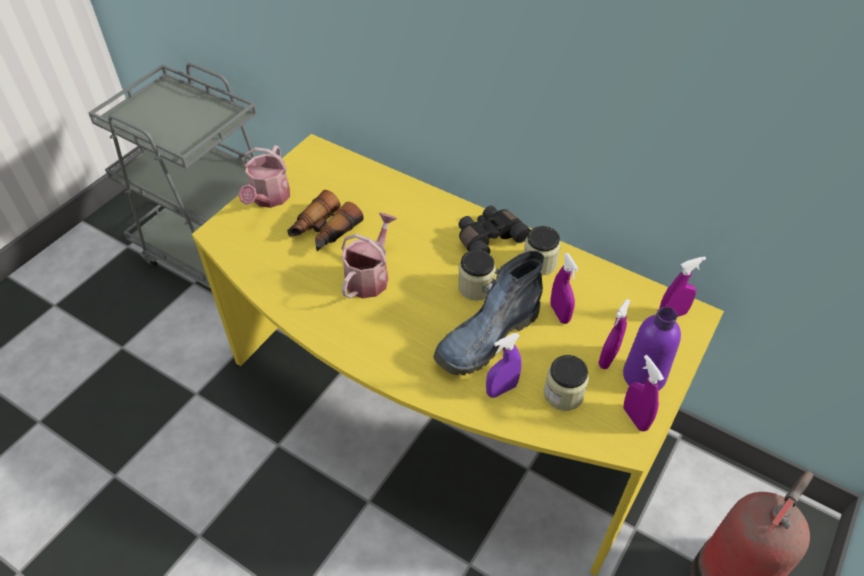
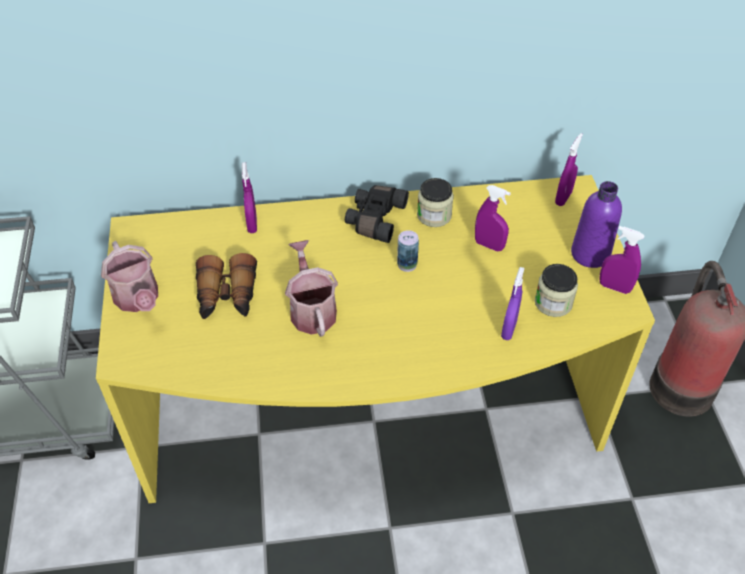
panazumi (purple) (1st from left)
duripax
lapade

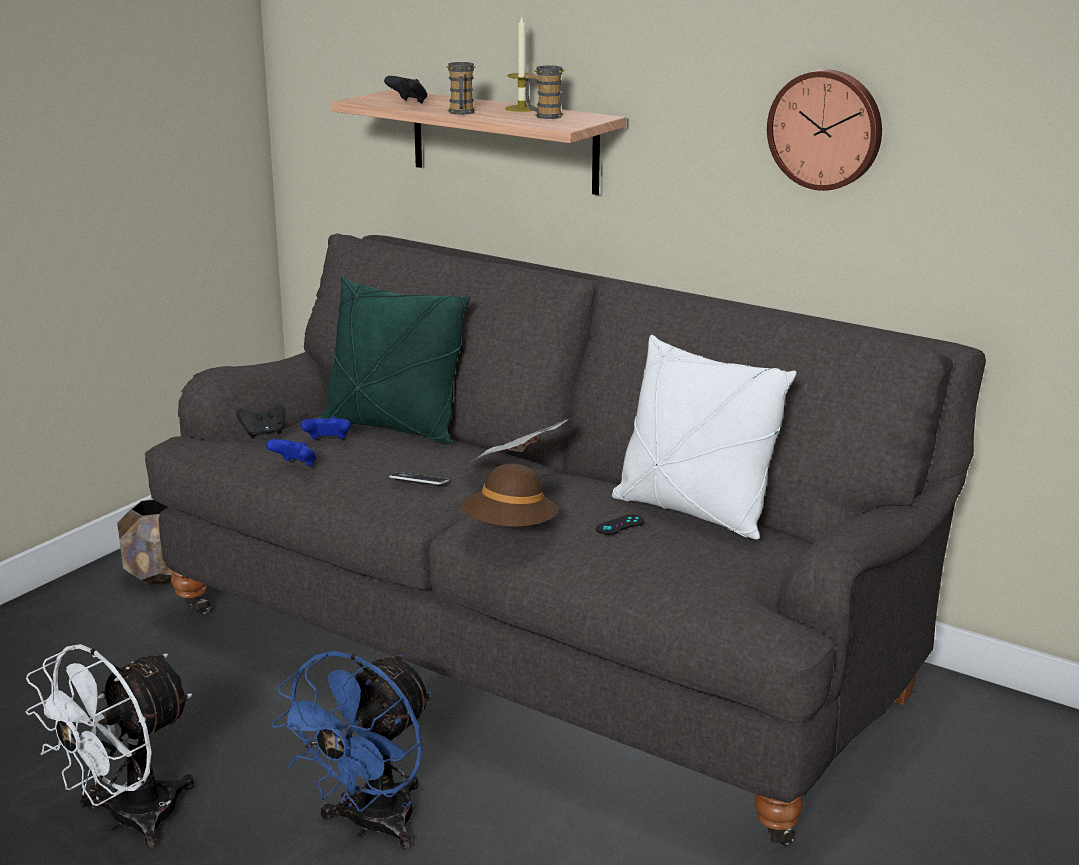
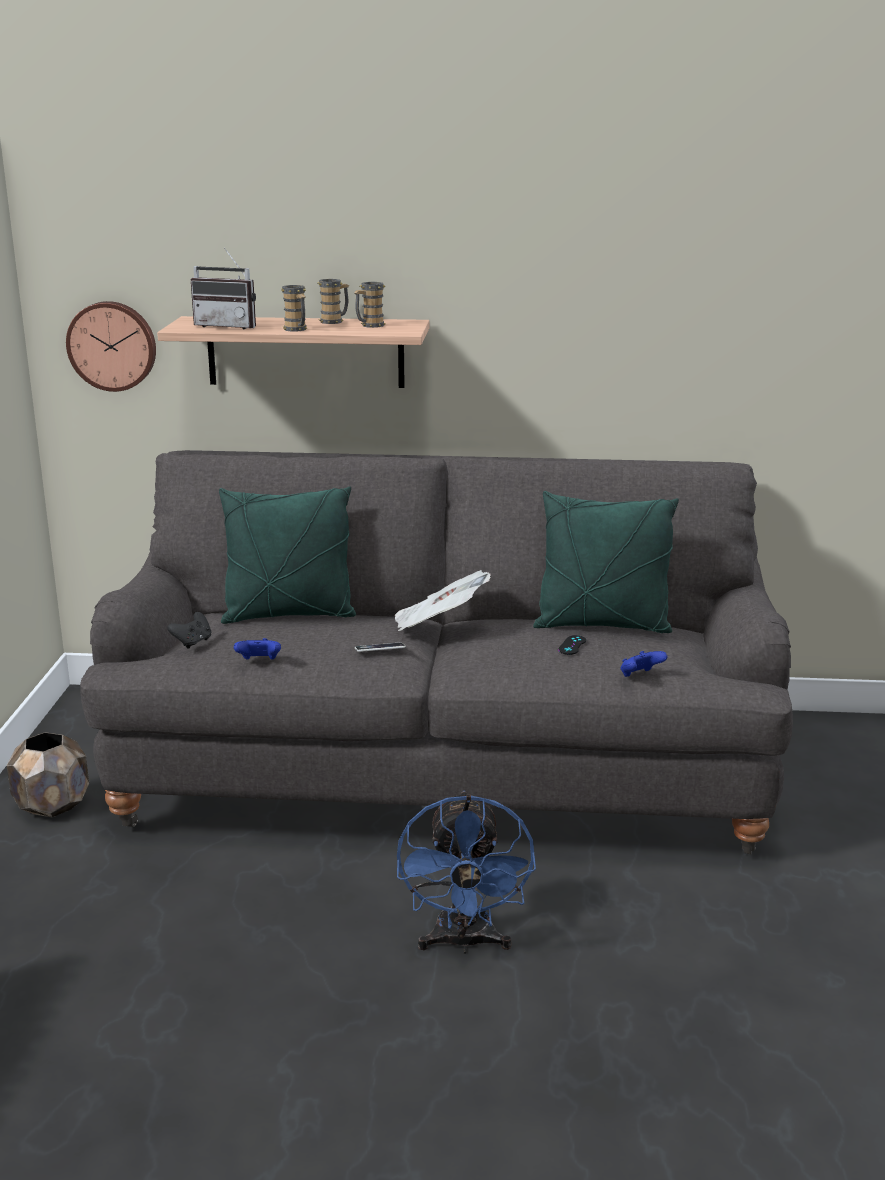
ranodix
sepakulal
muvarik (2nd from left)
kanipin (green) (2nd from left)
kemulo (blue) (2nd from left)
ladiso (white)
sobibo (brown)

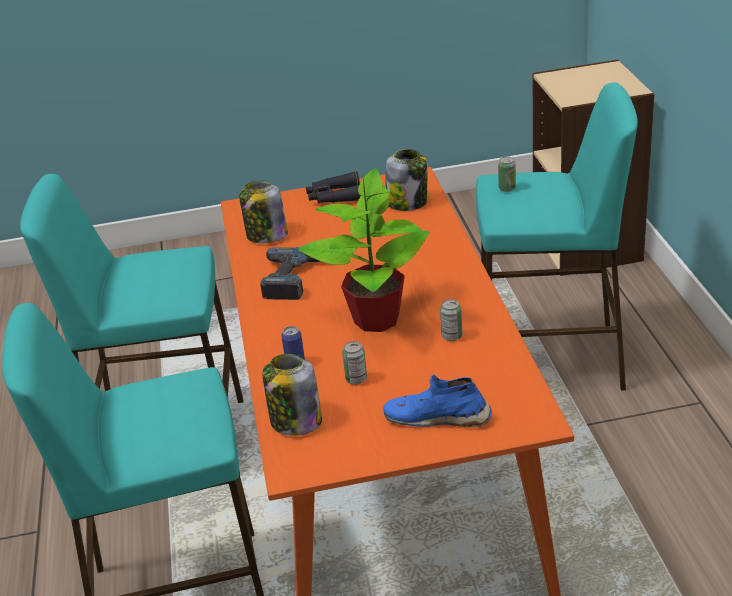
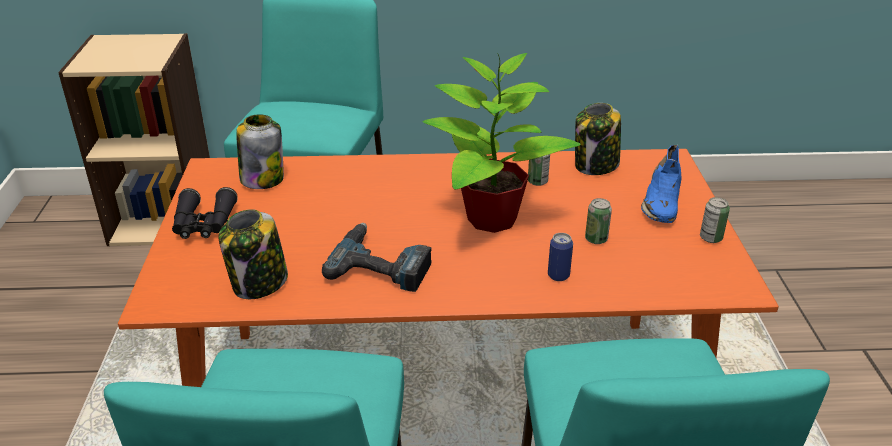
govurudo (3rd from left)
duripax (4th from left)

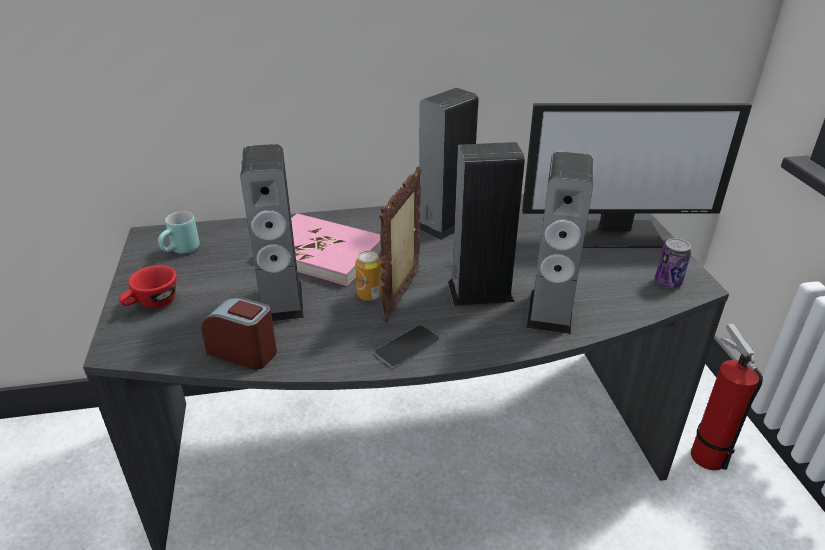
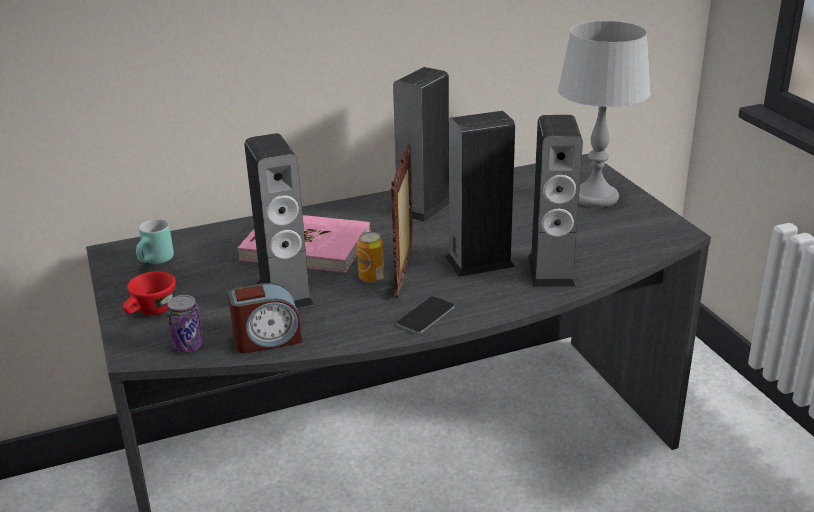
duripax (1st from left)
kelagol
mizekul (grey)
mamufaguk

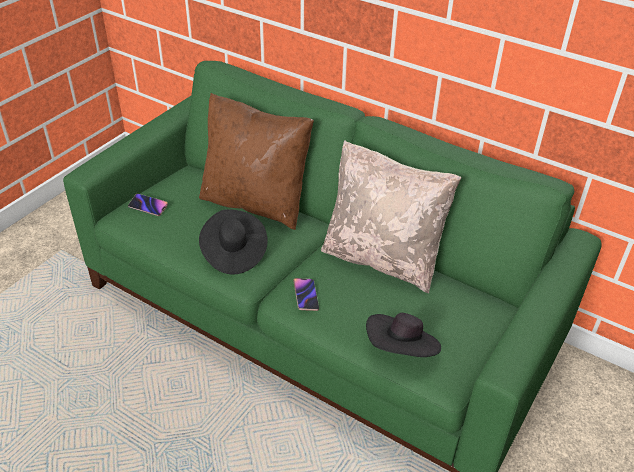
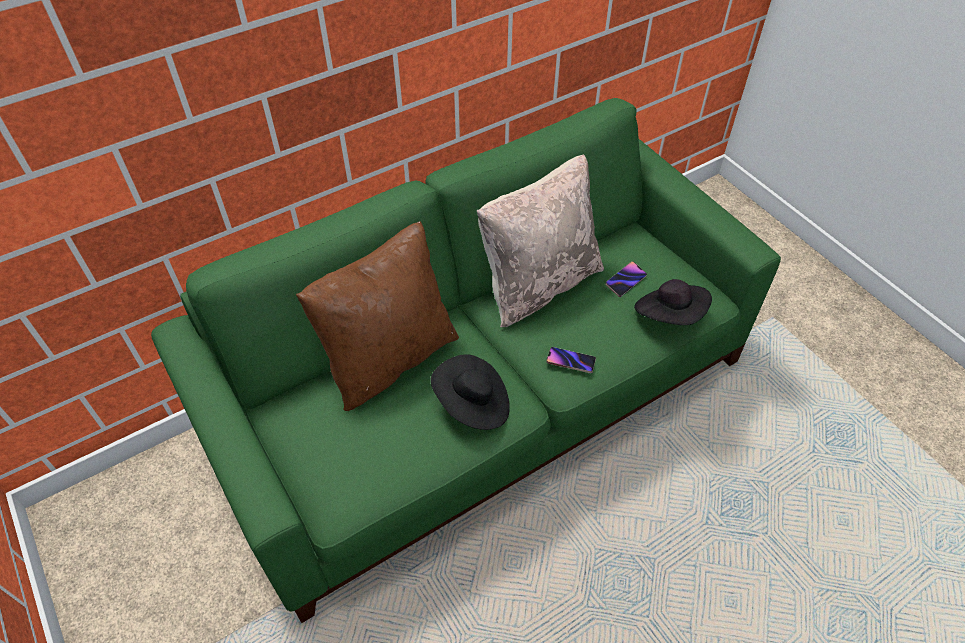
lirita (2nd from left)

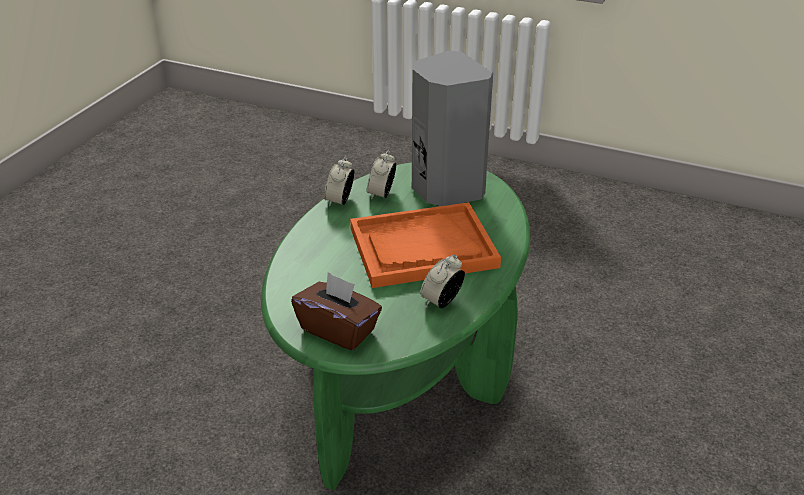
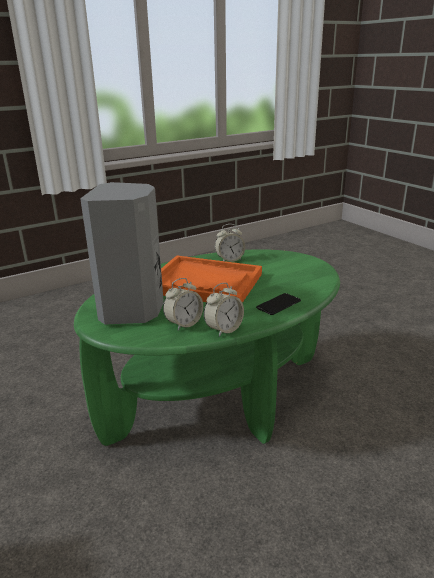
lirita
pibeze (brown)

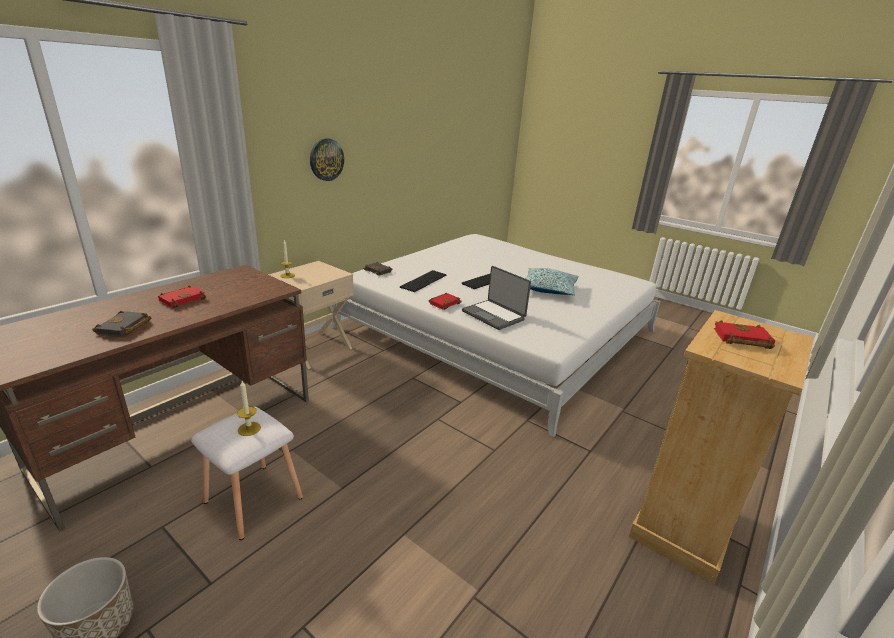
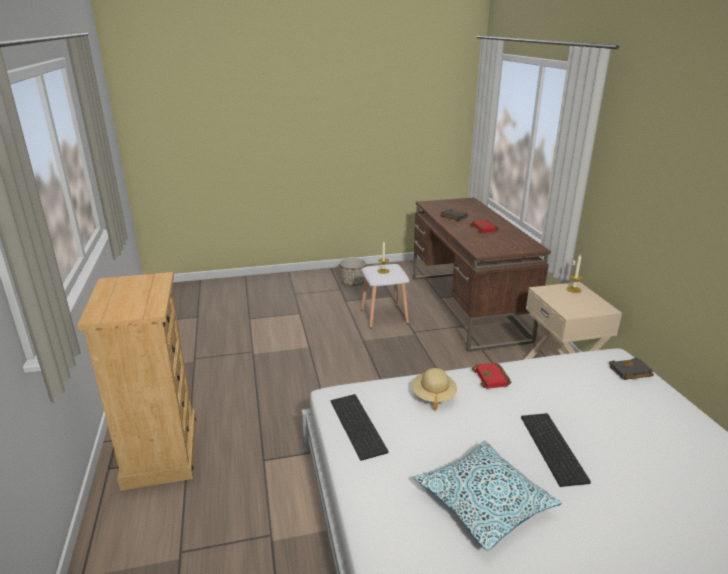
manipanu (1st from left)
sobibo (beige)
ranodix
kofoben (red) (3rd from left in the first image)

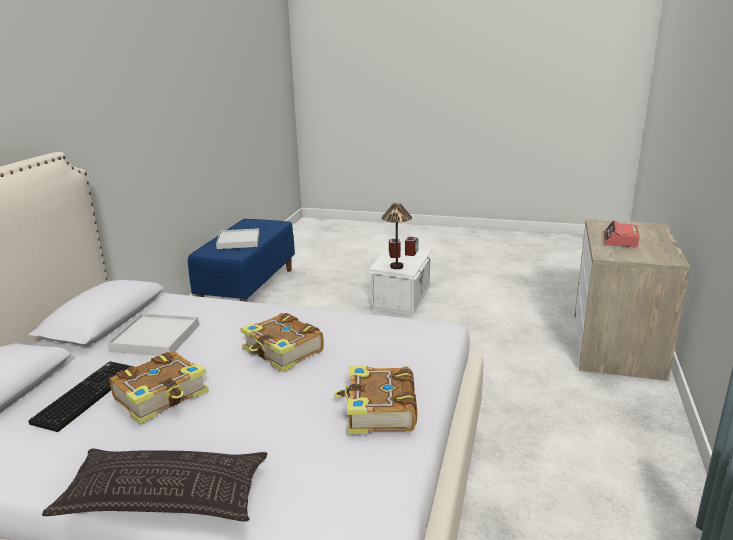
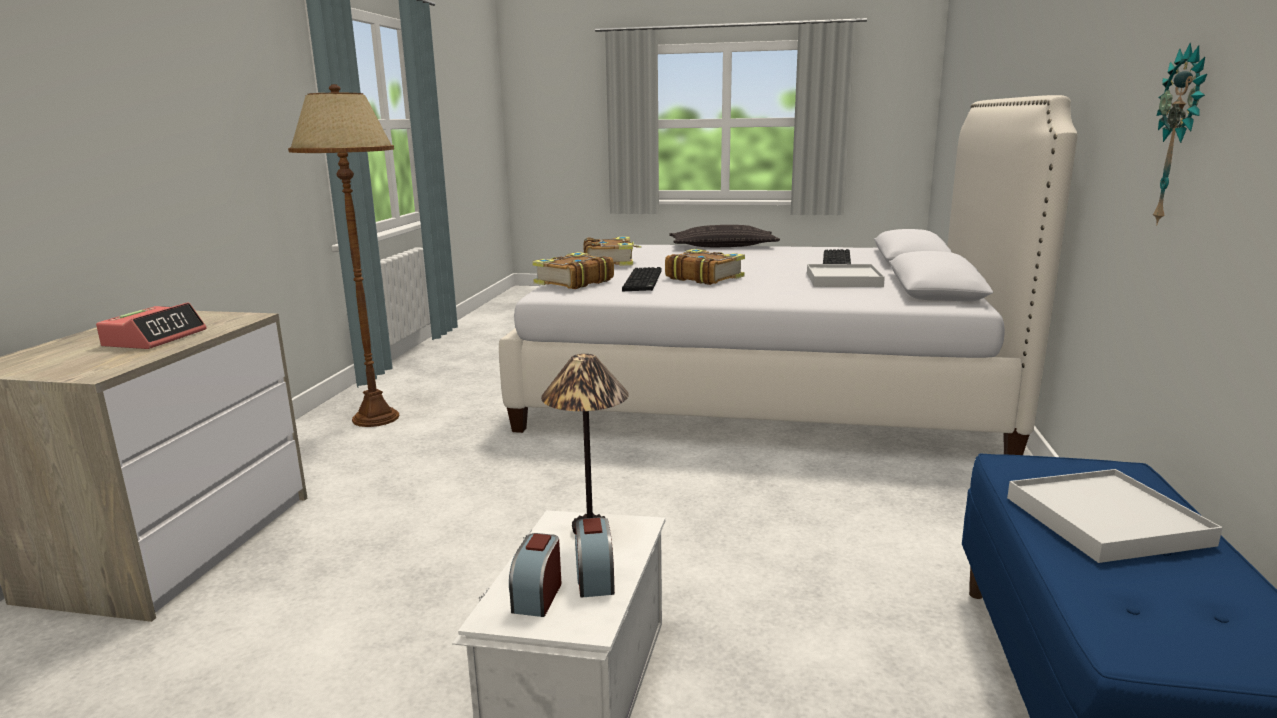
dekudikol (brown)
kofoben (1st from left)
manipanu (1st from left)
ranodix

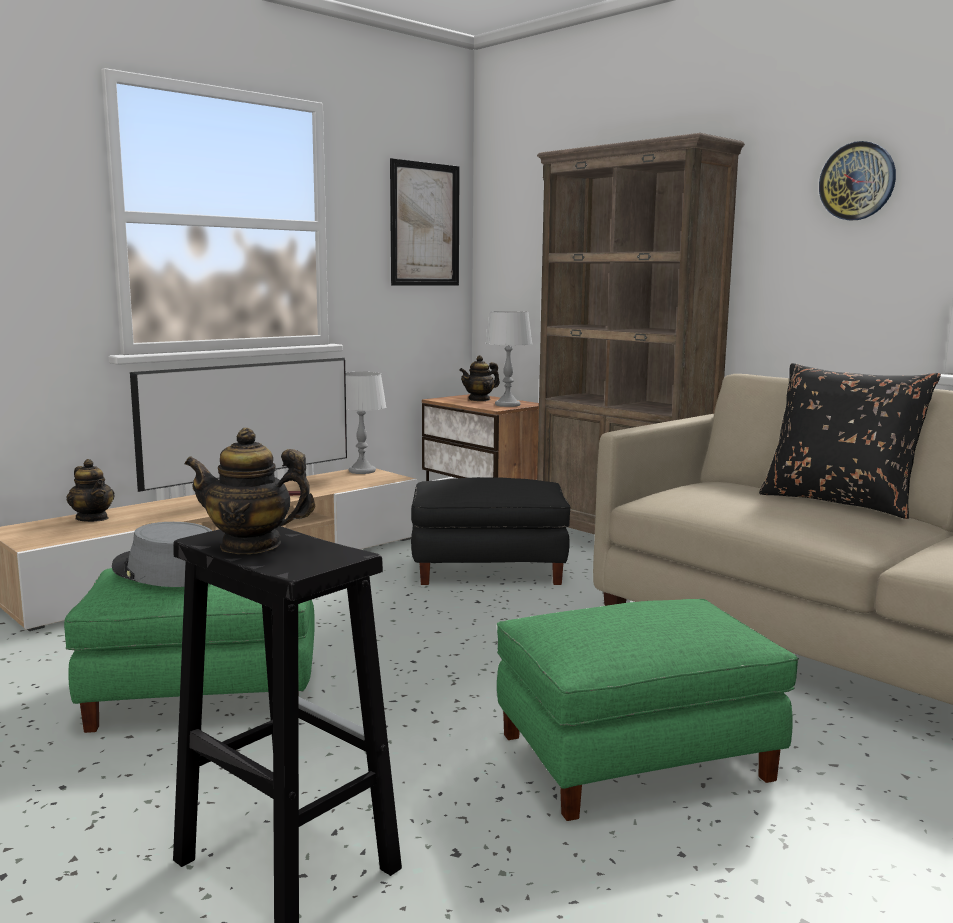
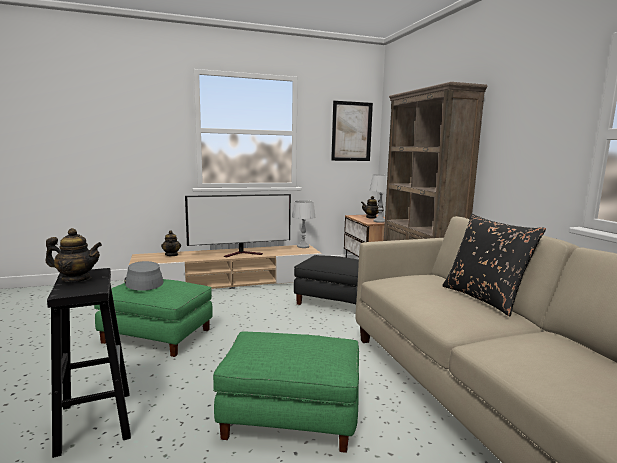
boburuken (1st from left)
ranodix

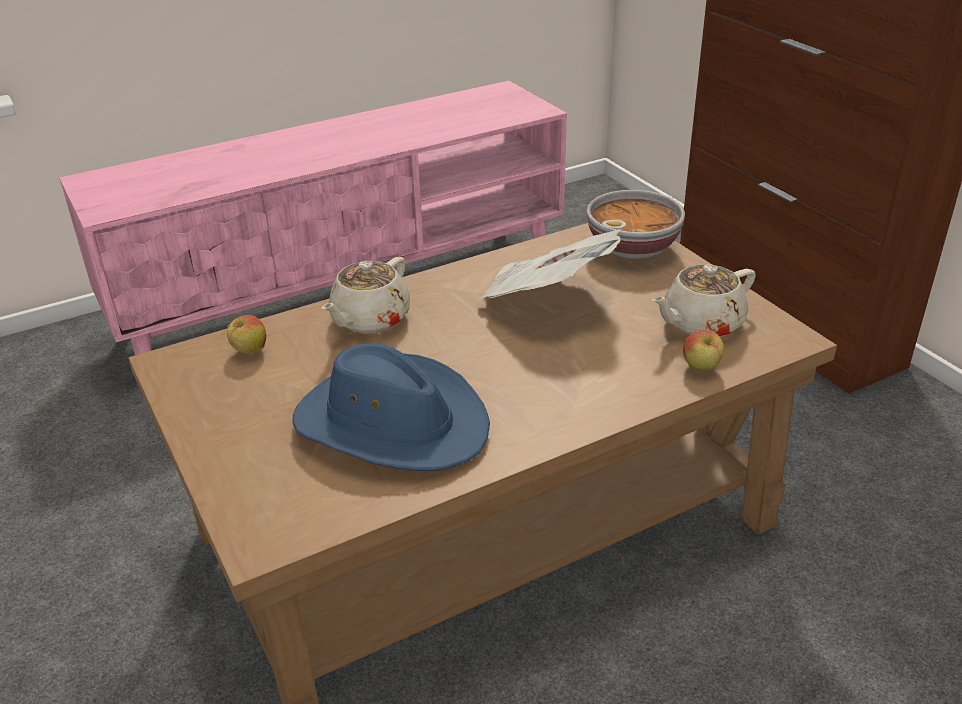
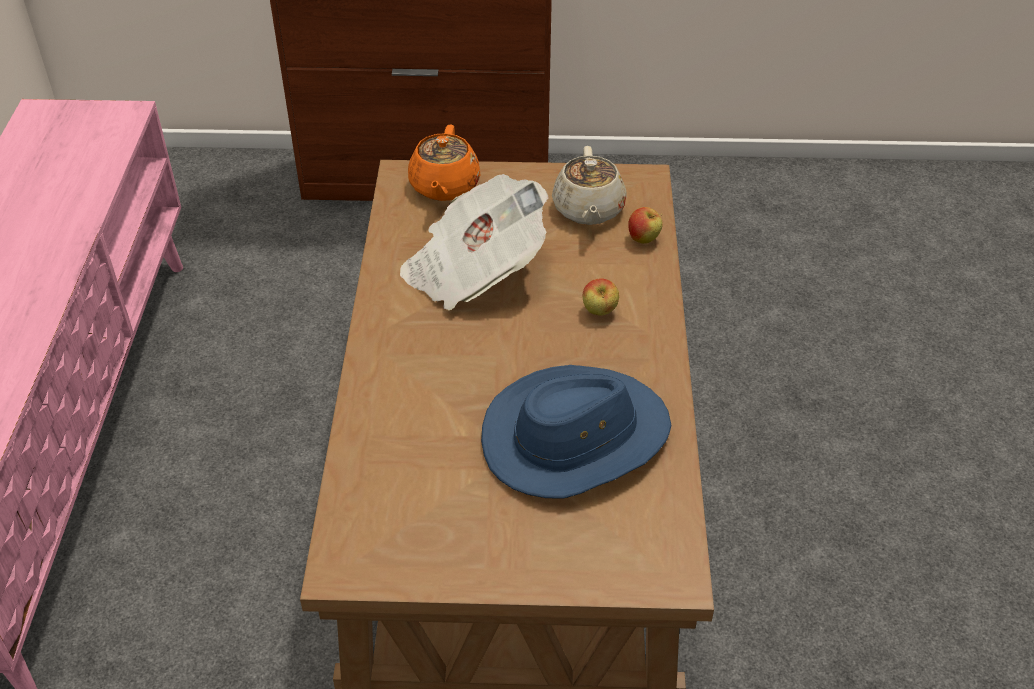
boburuken (orange)
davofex (1st from left)
boburuken (beige) (1st from left in the first image)

